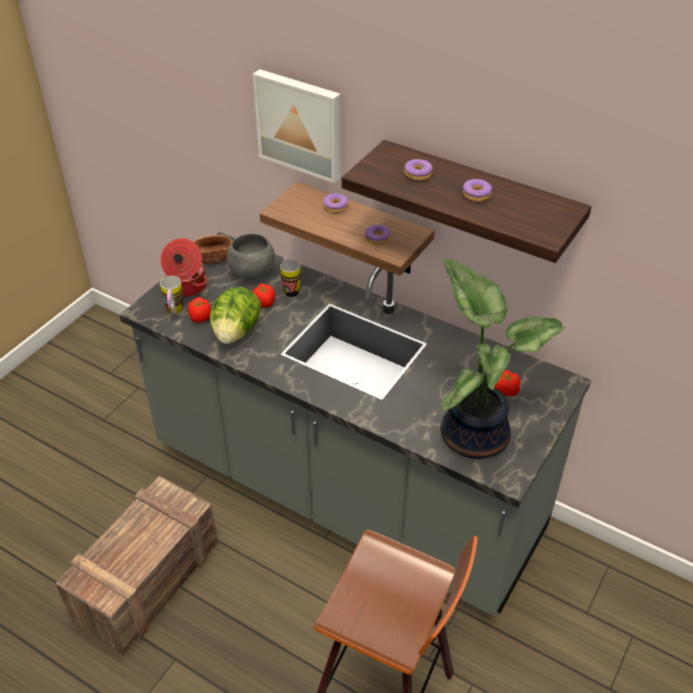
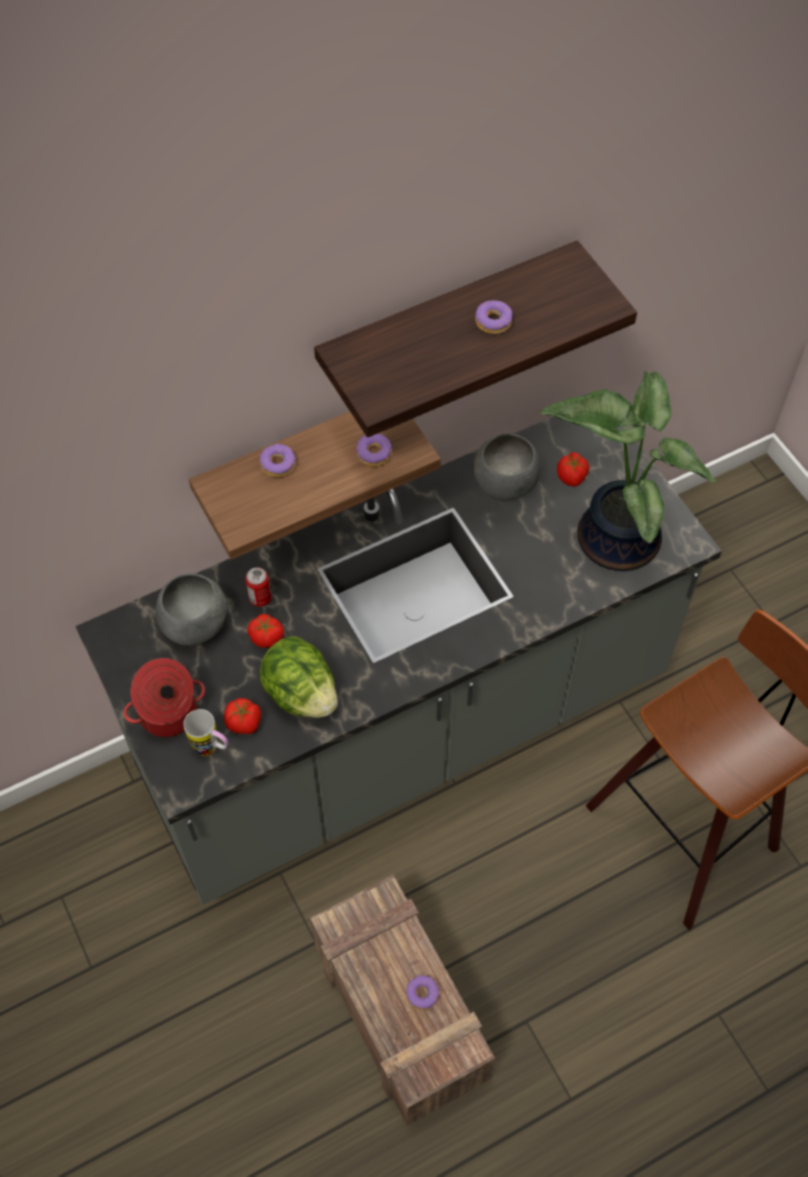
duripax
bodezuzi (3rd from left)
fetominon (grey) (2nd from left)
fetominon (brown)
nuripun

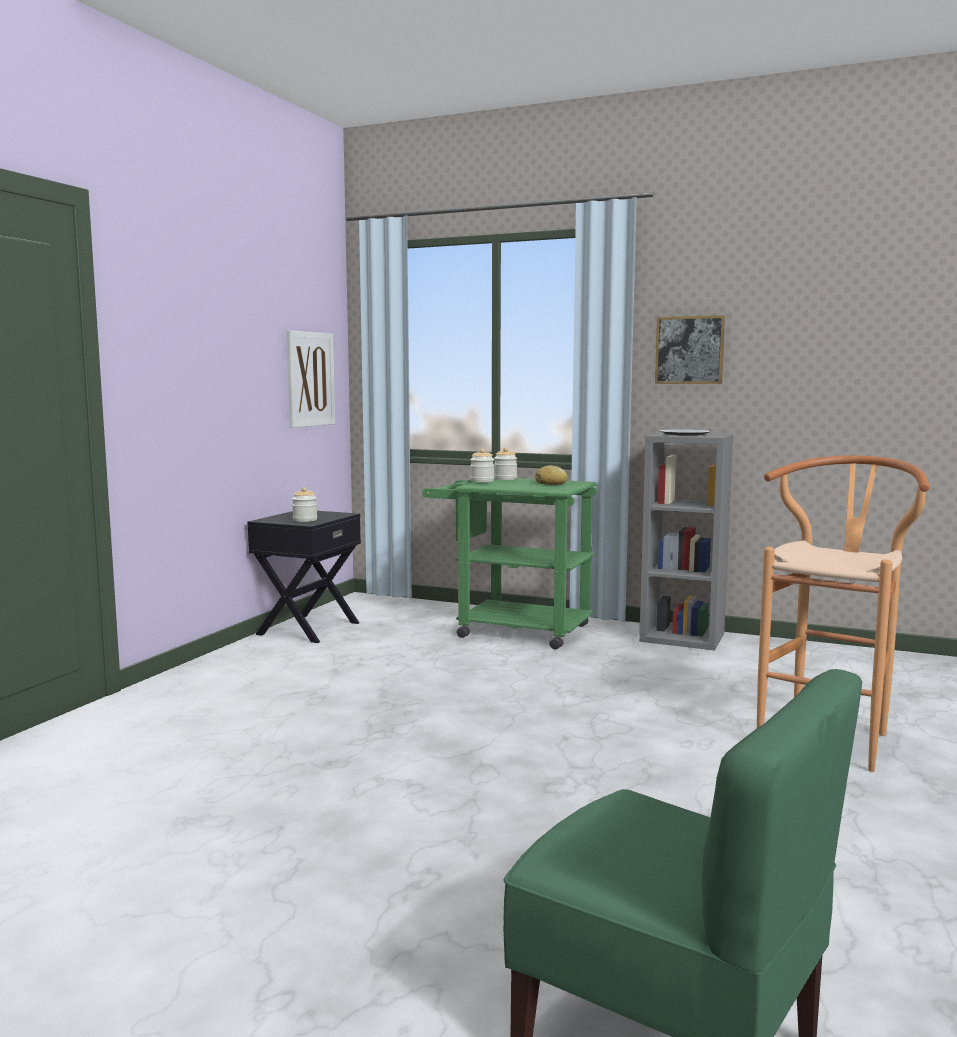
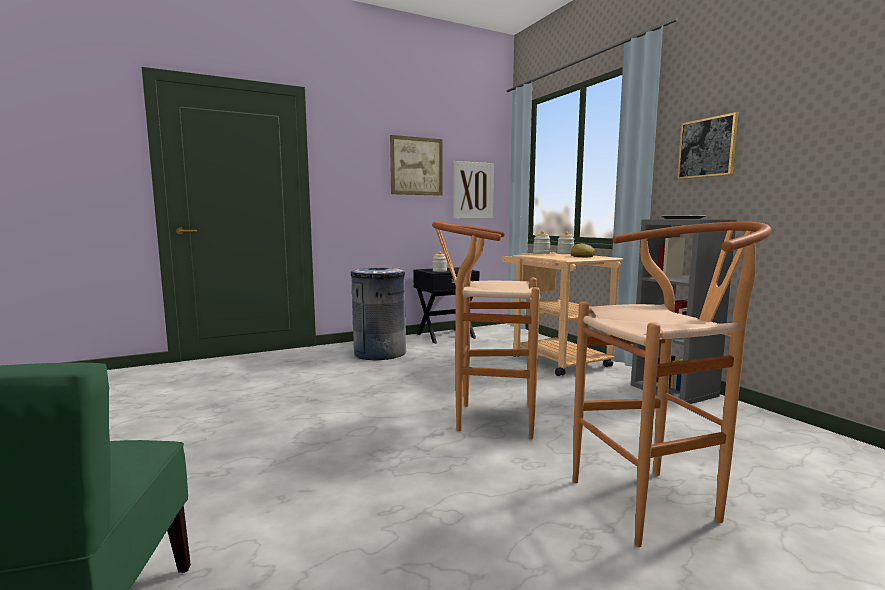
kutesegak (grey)
nuripun (1st from left)
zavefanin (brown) (1st from left)
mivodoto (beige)

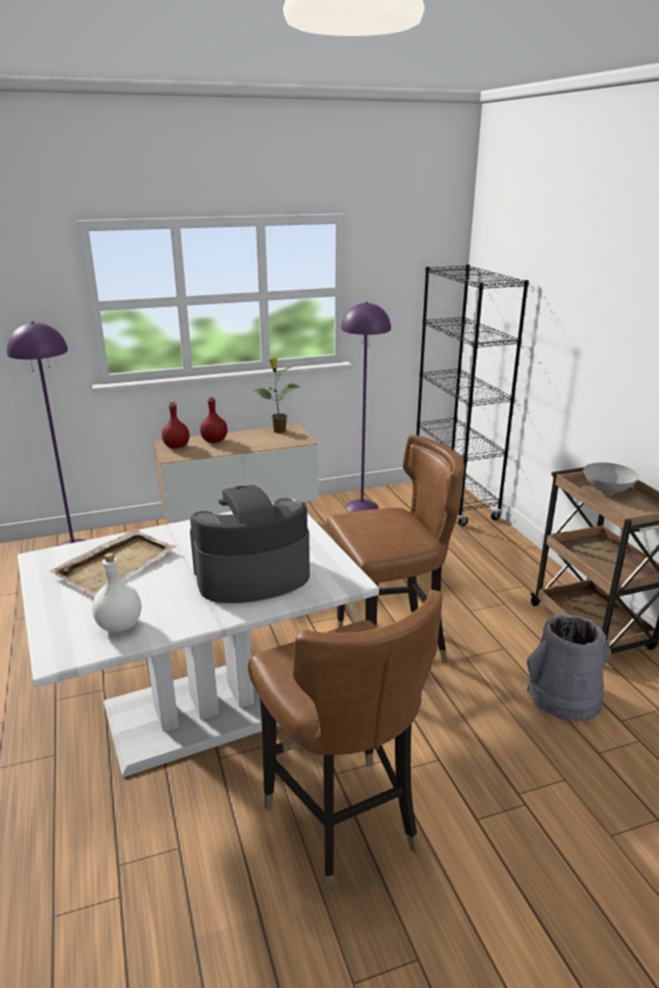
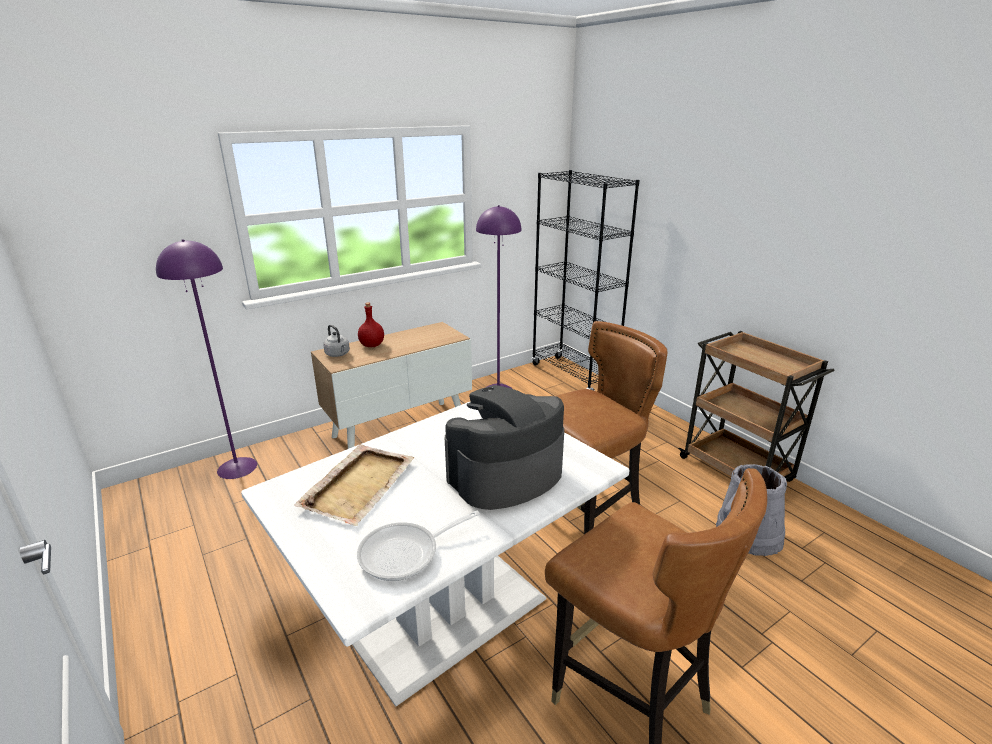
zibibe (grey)
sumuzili
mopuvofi
fetominon (grey)

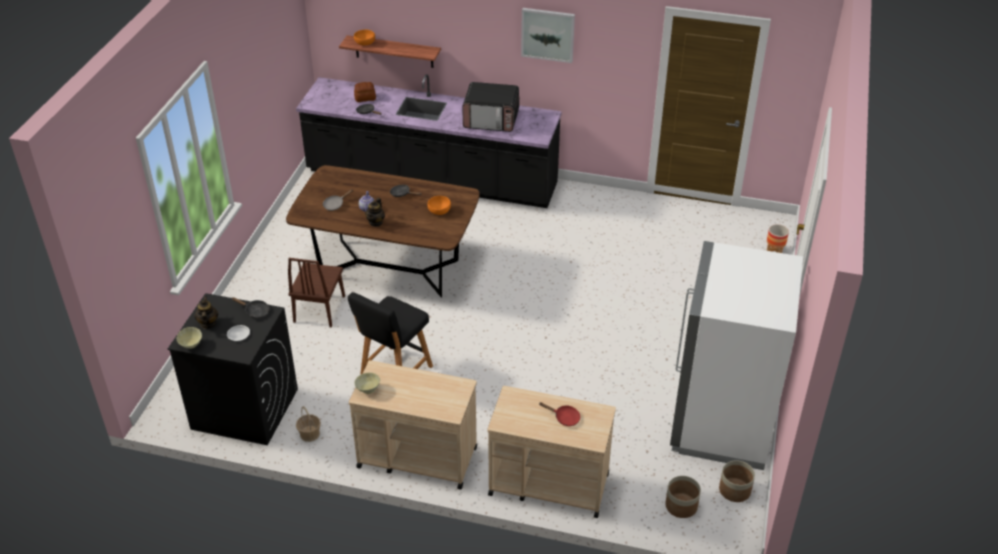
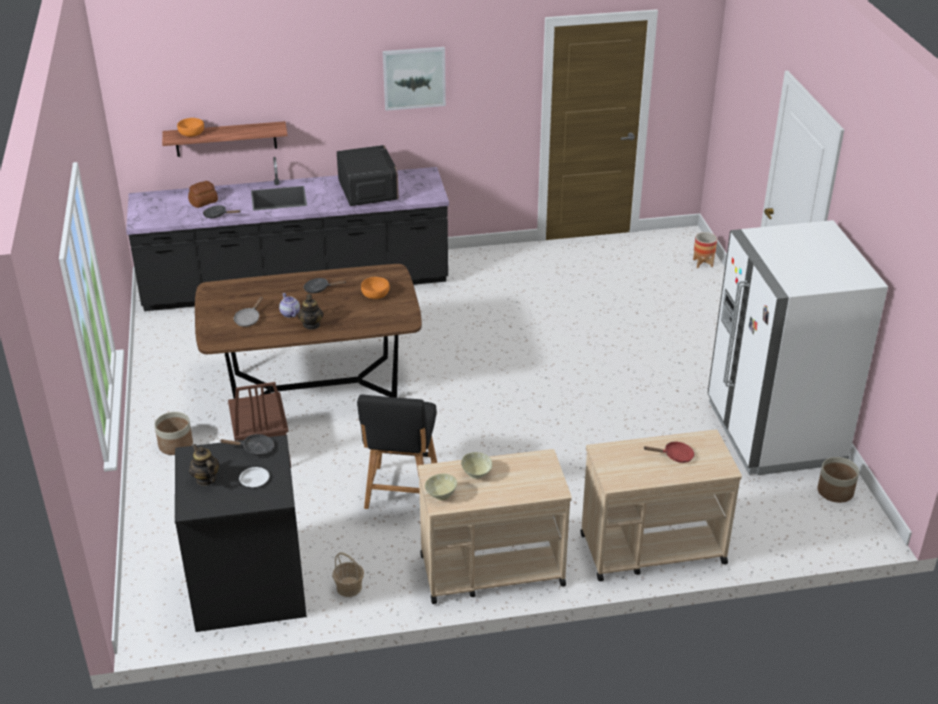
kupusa (1st from left)
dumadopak
fetominon (beige) (2nd from left)

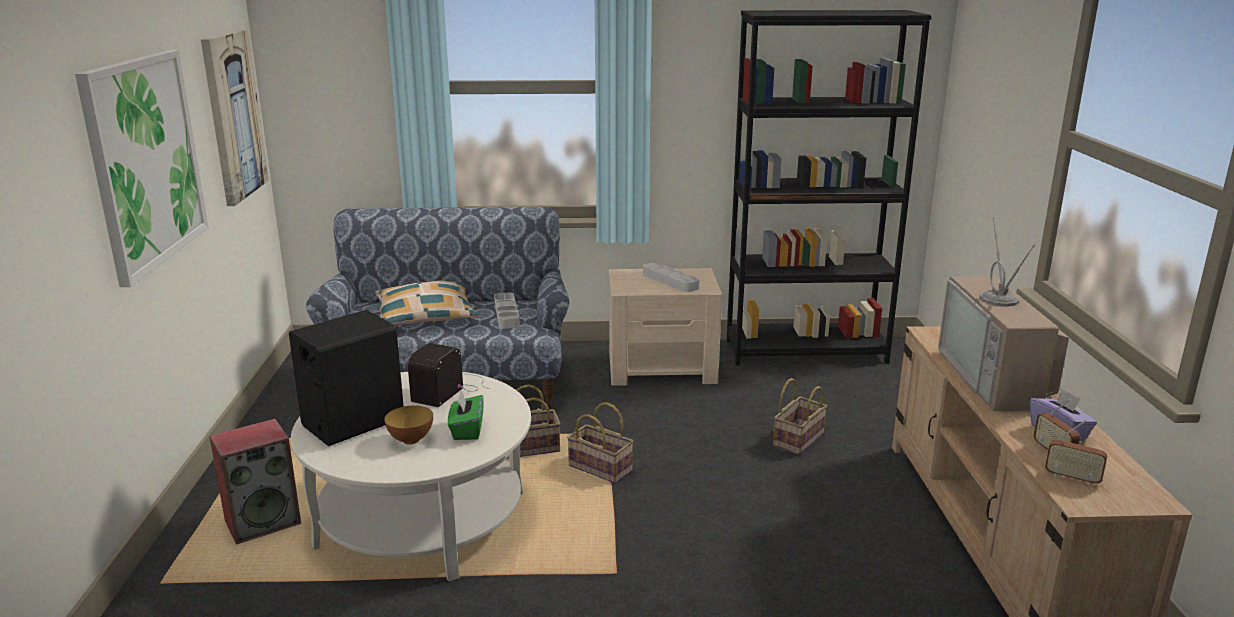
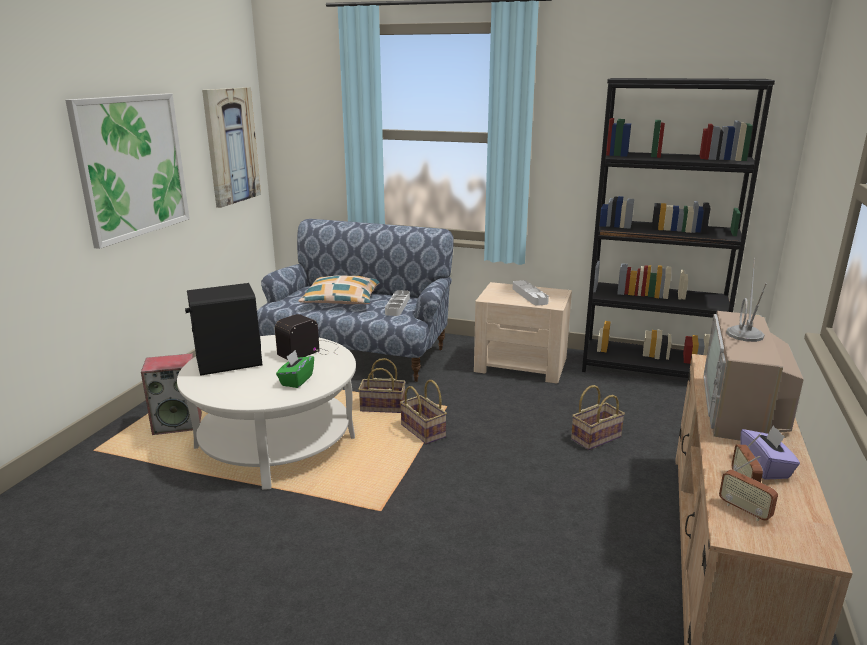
fetominon

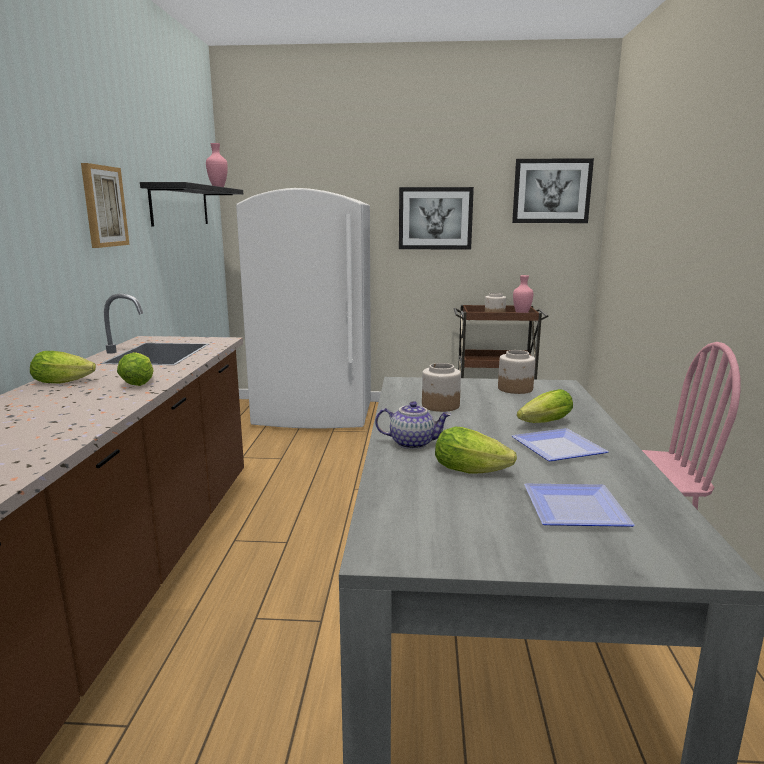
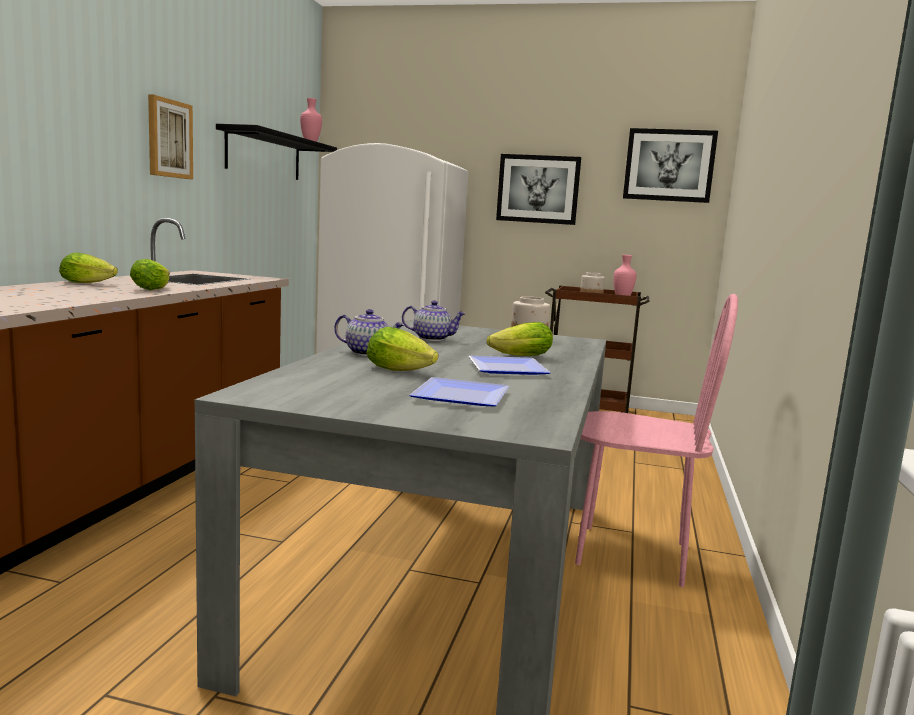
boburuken (2nd from left)

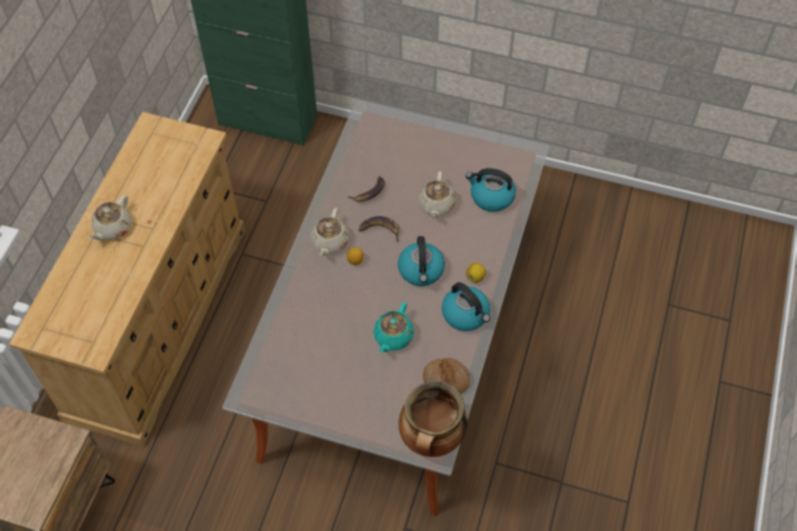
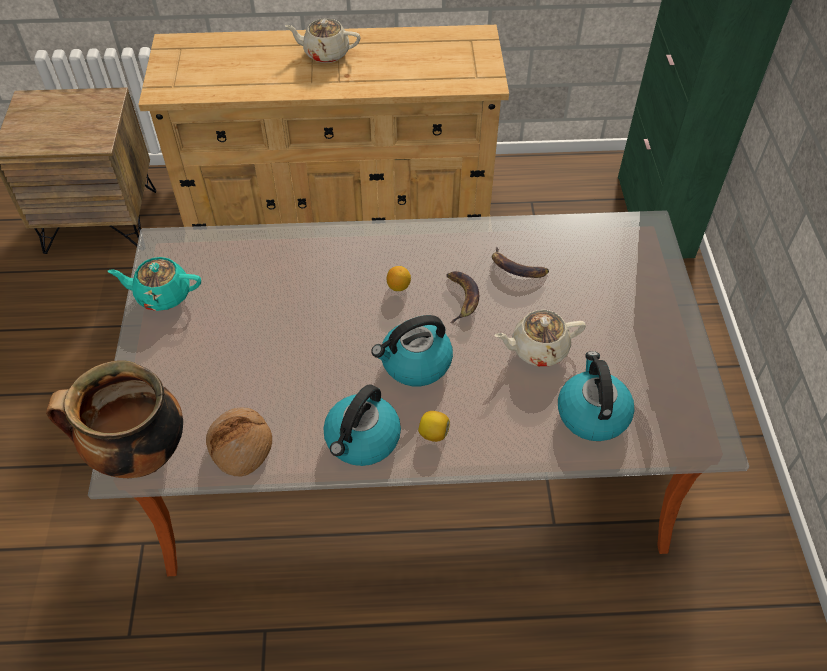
boburuken (turquoise)
boburuken (beige) (2nd from left in the first image)

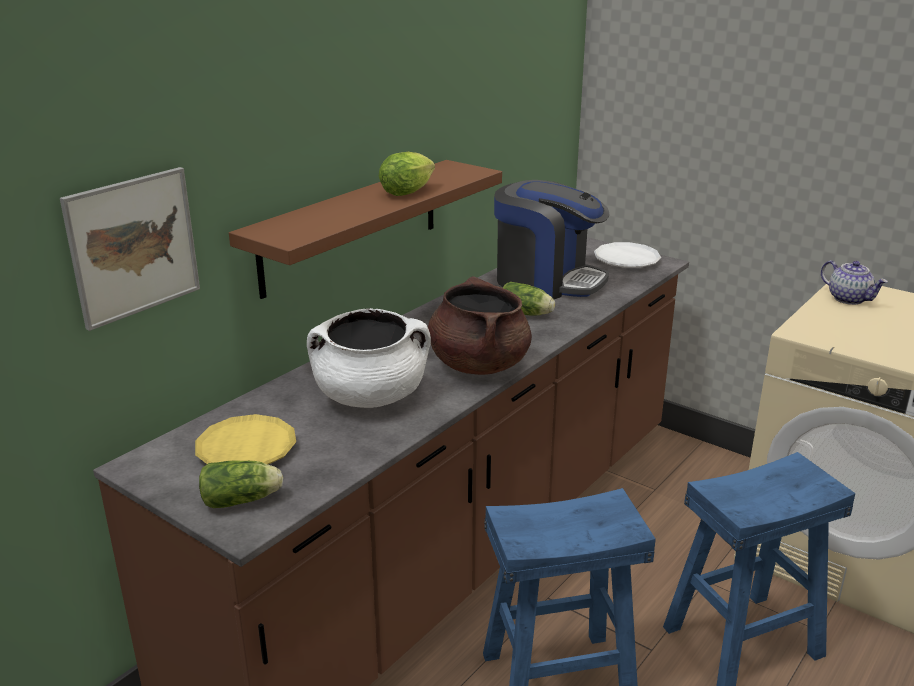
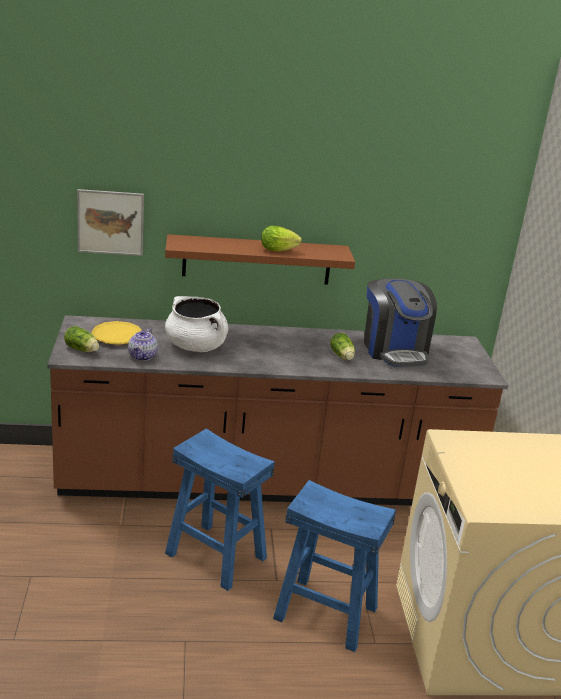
boburuken
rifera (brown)
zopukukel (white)

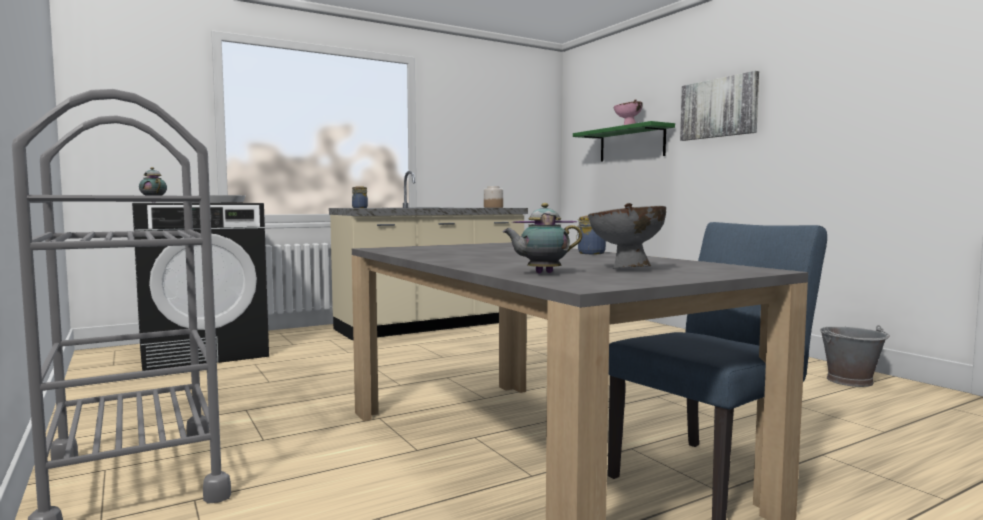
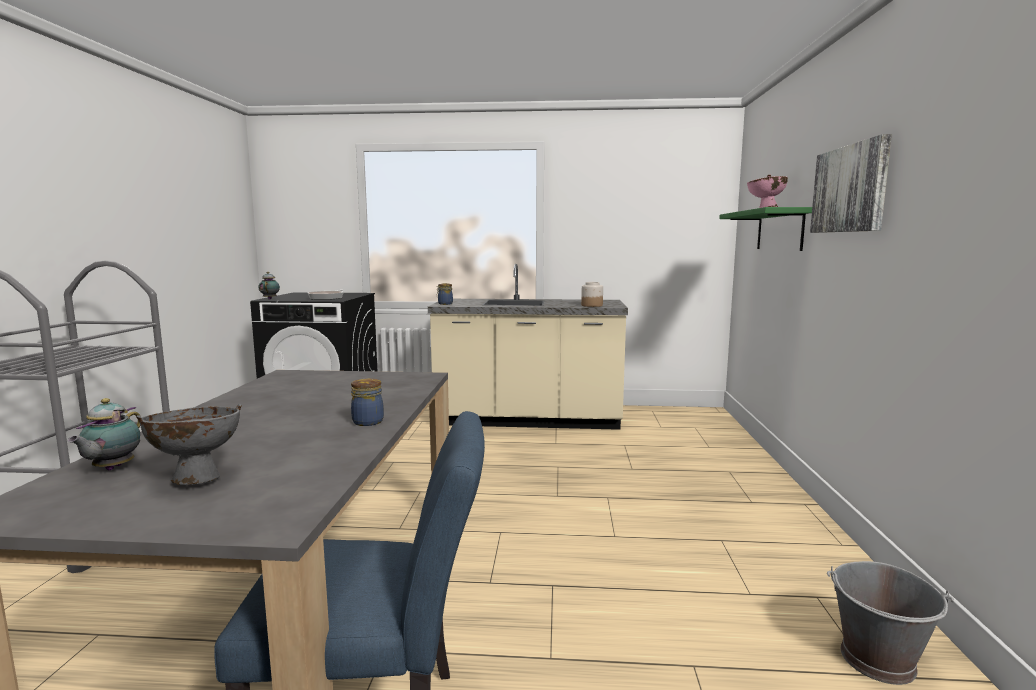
boburuken (1st from left)

